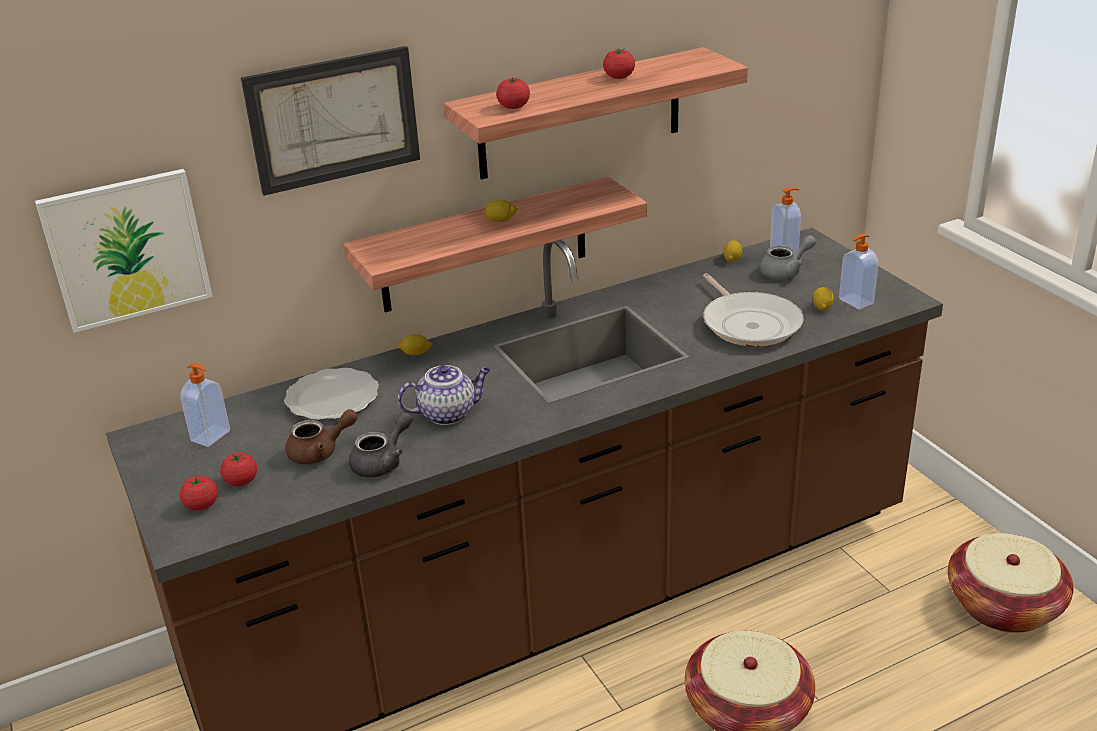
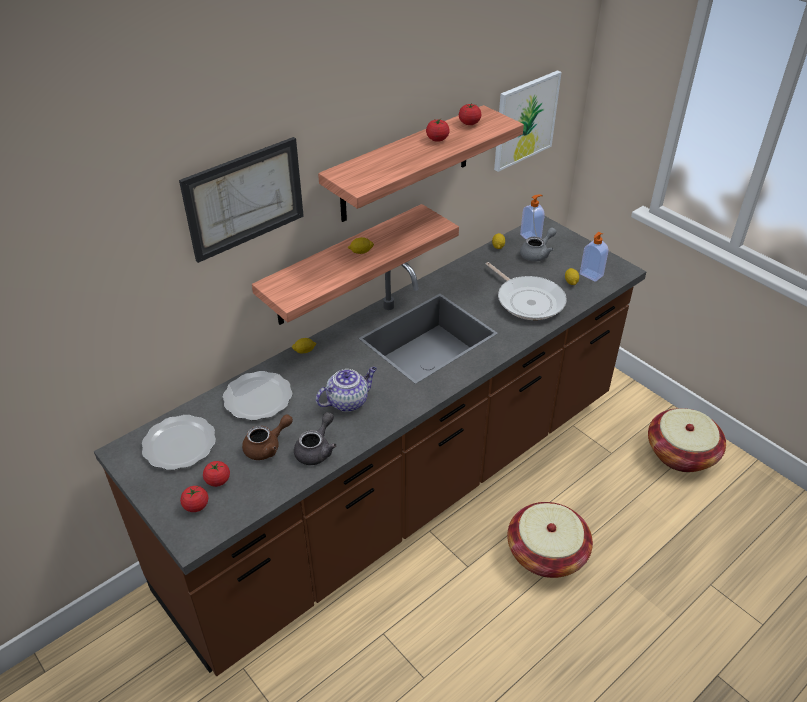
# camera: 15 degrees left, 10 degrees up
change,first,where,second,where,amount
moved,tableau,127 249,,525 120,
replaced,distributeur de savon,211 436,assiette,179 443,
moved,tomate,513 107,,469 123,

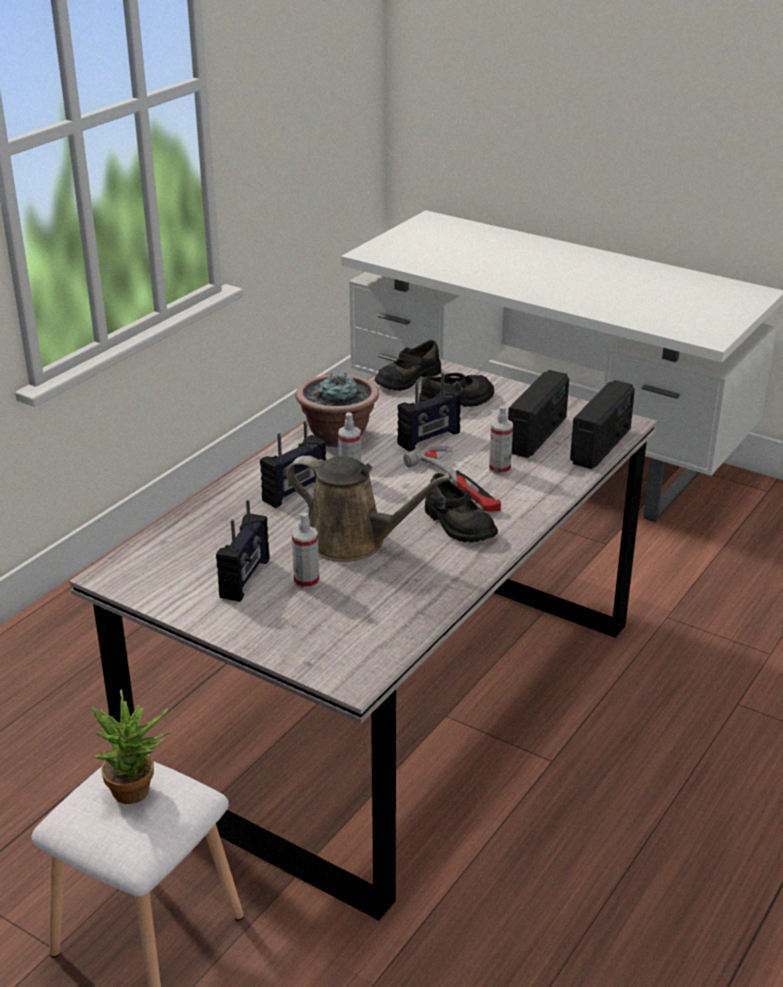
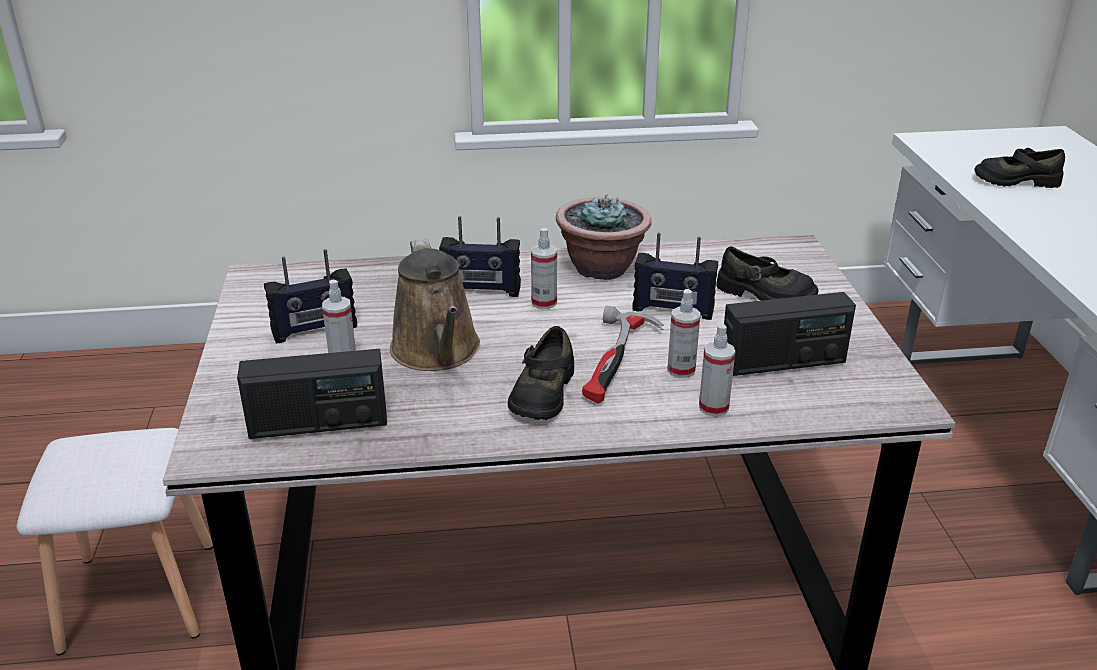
# camera: 50 degrees right, 0 degrees up
change,first,where,second,where,amount
removed,plante en pot,138 793,,,
moved,chaussure [noir],407 379,,1015 180,
moved,radio,601 446,,318 424,
added,,,vaporisateur,713 407,

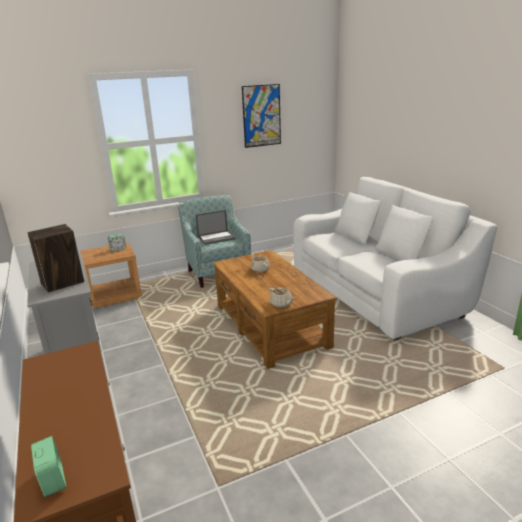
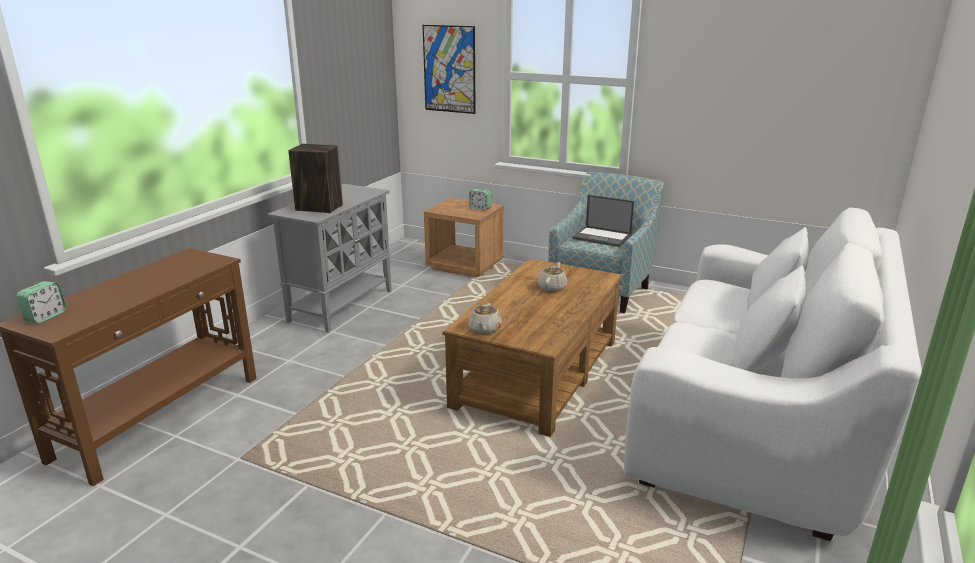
# camera: 50 degrees right, 0 degrees up
change,first,where,second,where,amount
moved,tableau,261 116,,449 69,

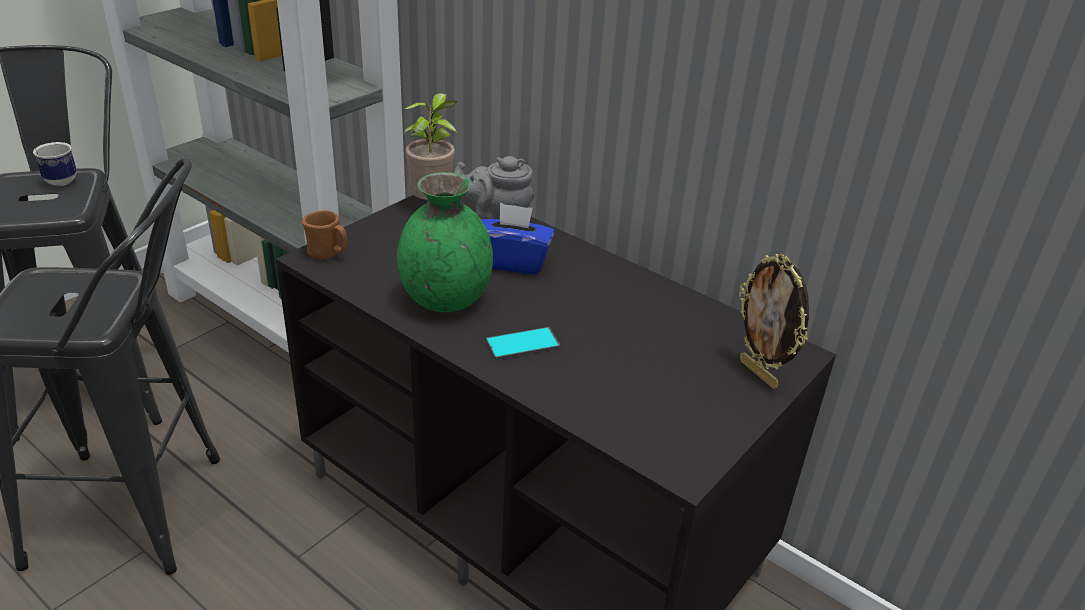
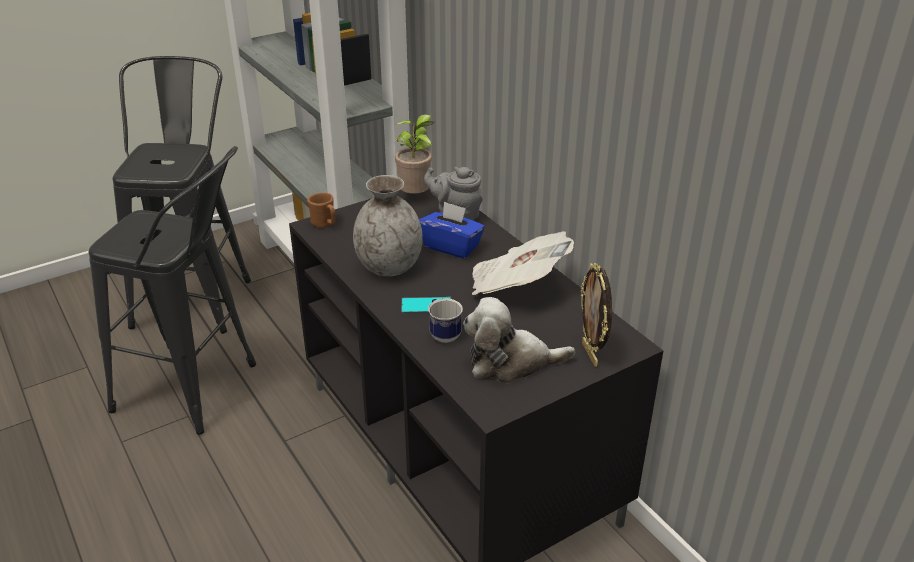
# camera: 20 degrees right, 0 degrees up
change,first,where,second,where,amount
moved,mug,59 179,,443 333,
recoloured,vase [vert],445 299,vase [gris],389 267,
added,,,peluche,511 362,
added,,,journal,516 285,

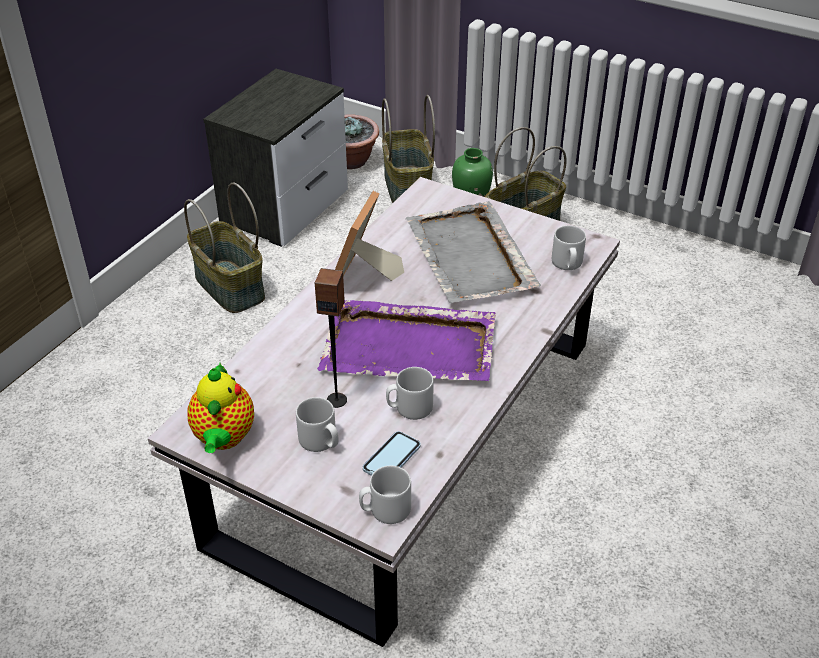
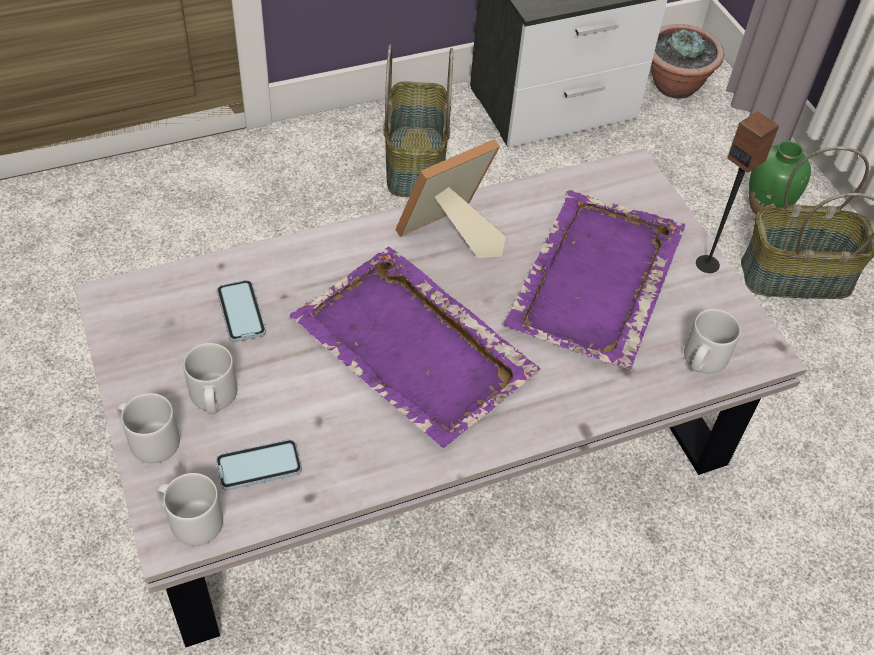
# camera: 35 degrees right, 10 degrees up
change,first,where,second,where,amount
removed,théière,223 439,,,
moved,enceinte,337 400,,708 264,
removed,panier,406 187,,,
moved,mug [gris],409 408,,149 440,
recoloured,plateau [gris],470 257,plateau [violet],594 282,
added,,,téléphone,241 312,

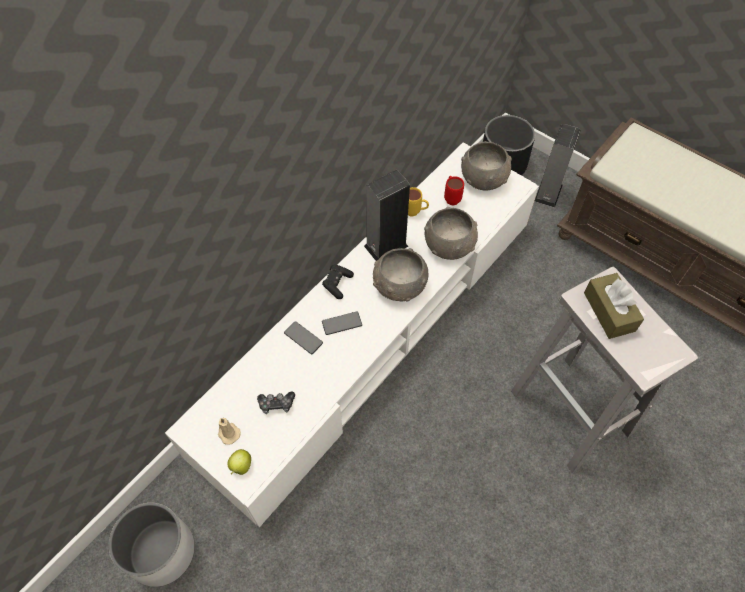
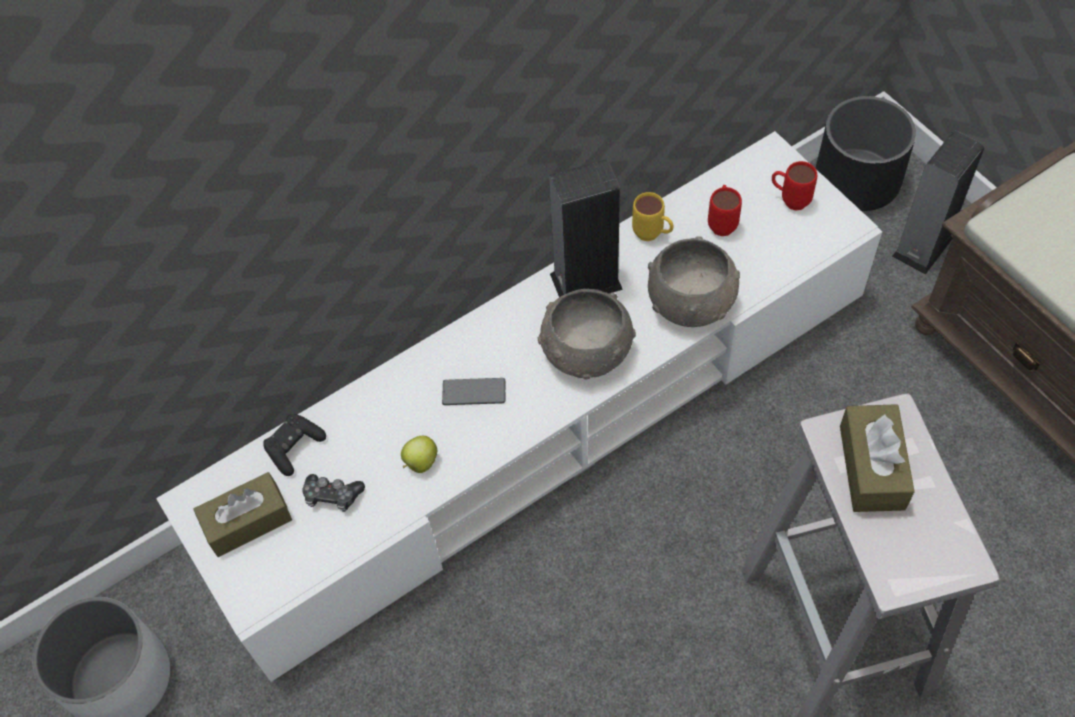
# camera: 20 degrees right, 0 degrees up
change,first,where,second,where,amount
replaced,bougie [beige],228 433,boîte à mouchoirs [marron],247 521,
moved,pomme,241 466,,420 463,
removed,téléphone,303 338,,,
moved,manette [noir],337 284,,294 448,
replaced,bol [gris],484 178,mug [rouge],789 200,

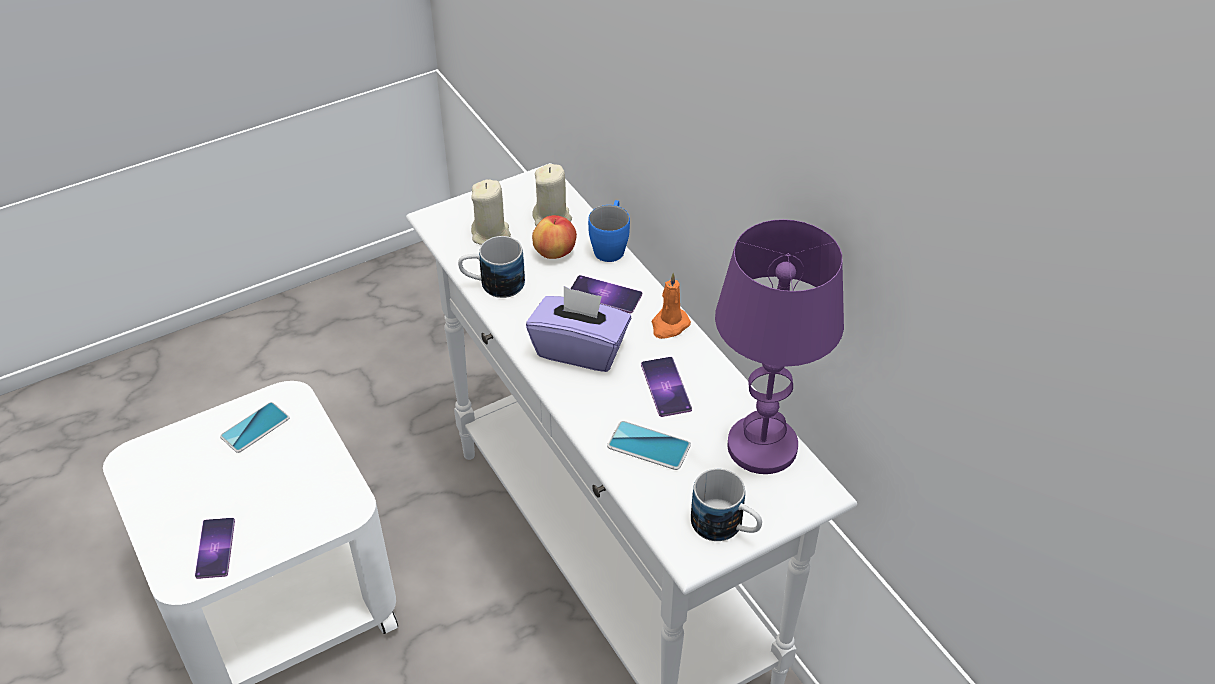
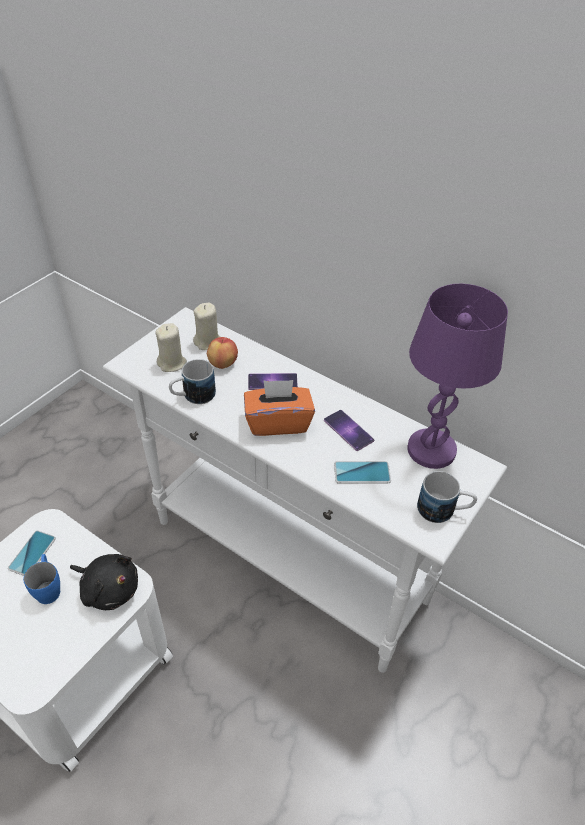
# camera: 25 degrees left, 0 degrees up
change,first,where,second,where,amount
removed,téléphone,215 548,,,
recoloured,boîte à mouchoirs [violet],580 349,boîte à mouchoirs [orange],278 422,
moved,mug [bleu],610 246,,48 588,
removed,bougie [orange],669 325,,,
added,,,peluche [noir],109 589,

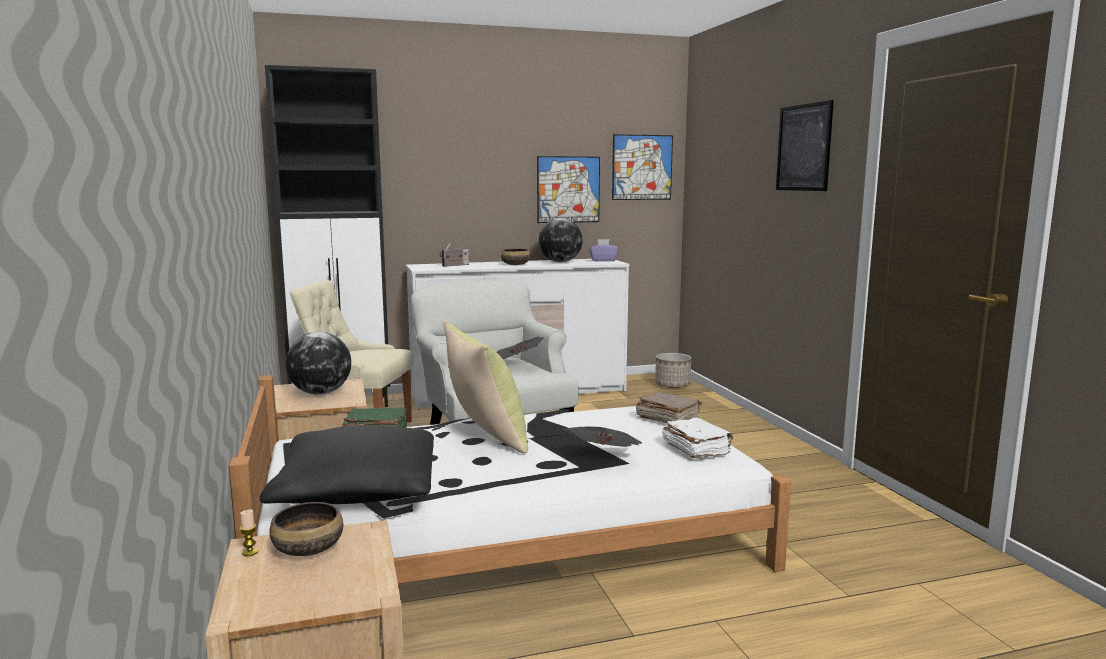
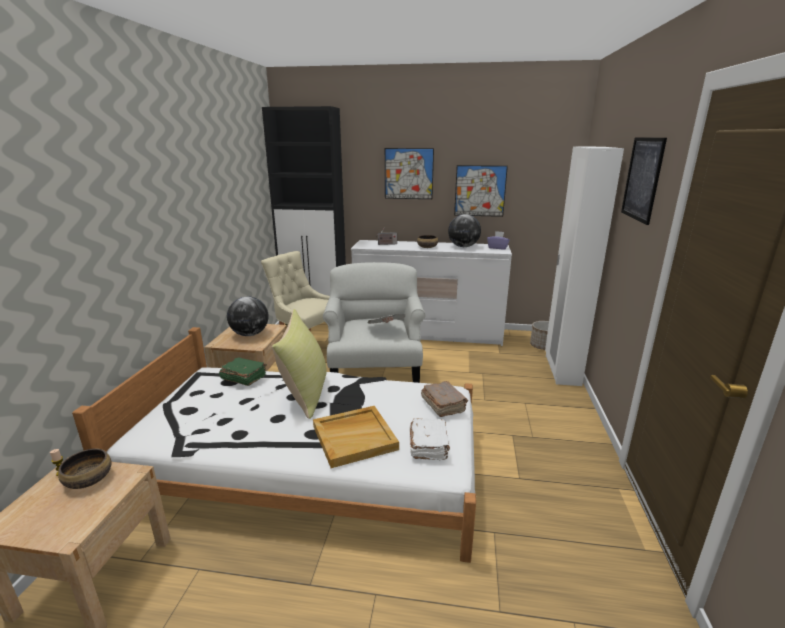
# camera: 25 degrees right, 10 degrees up
change,first,where,second,where,amount
removed,coussin [noir],357 491,,,
replaced,journal,604 458,plateau [beige],355 437,
moved,tableau,642 167,,408 173,
added,,,armoire [blanc],561 370,

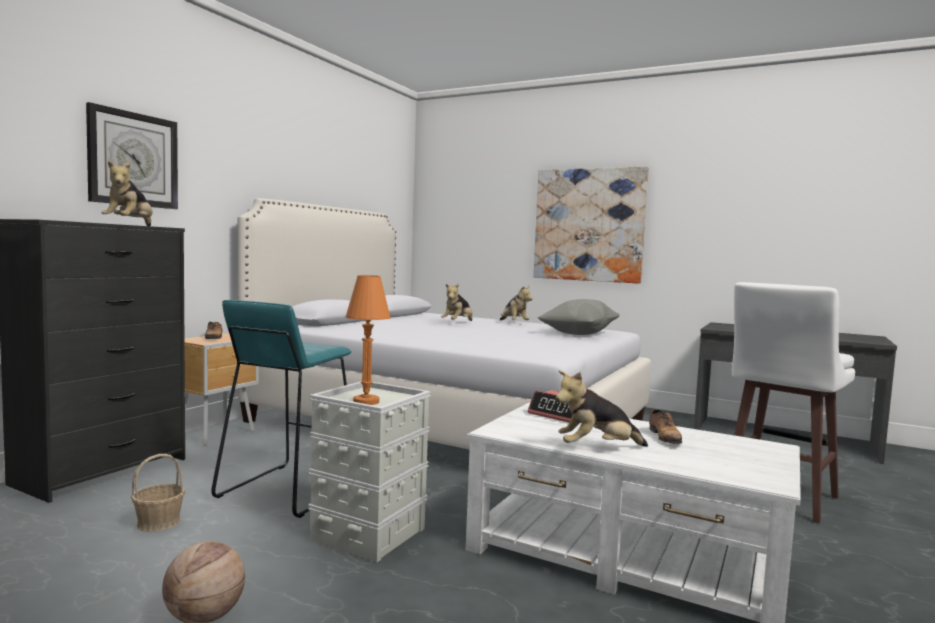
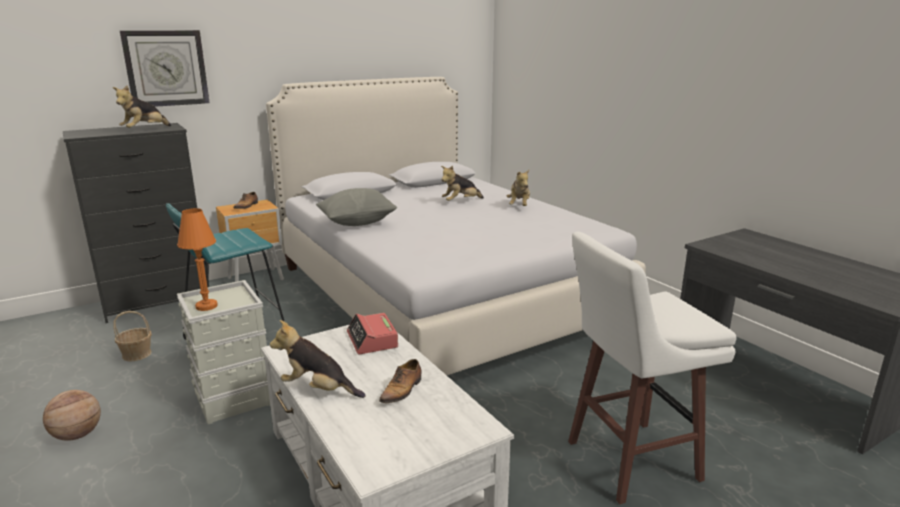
# camera: 30 degrees right, 15 degrees up
change,first,where,second,where,amount
removed,tableau,589 225,,,
moved,coussin [gris],578 334,,357 223,

